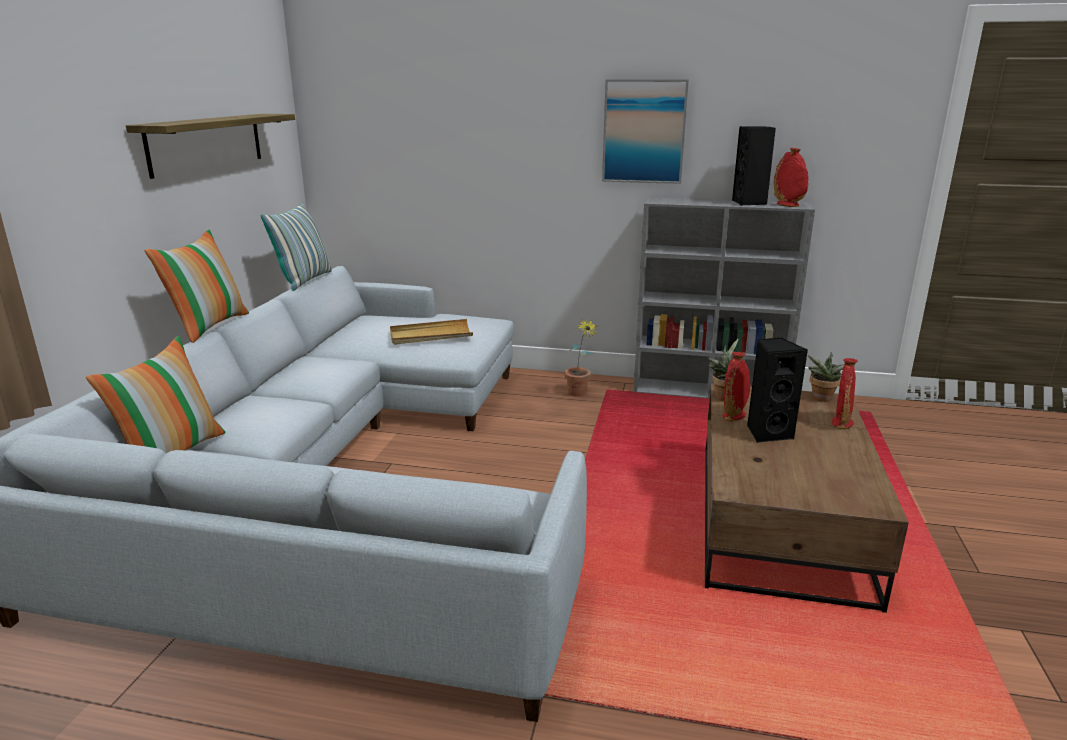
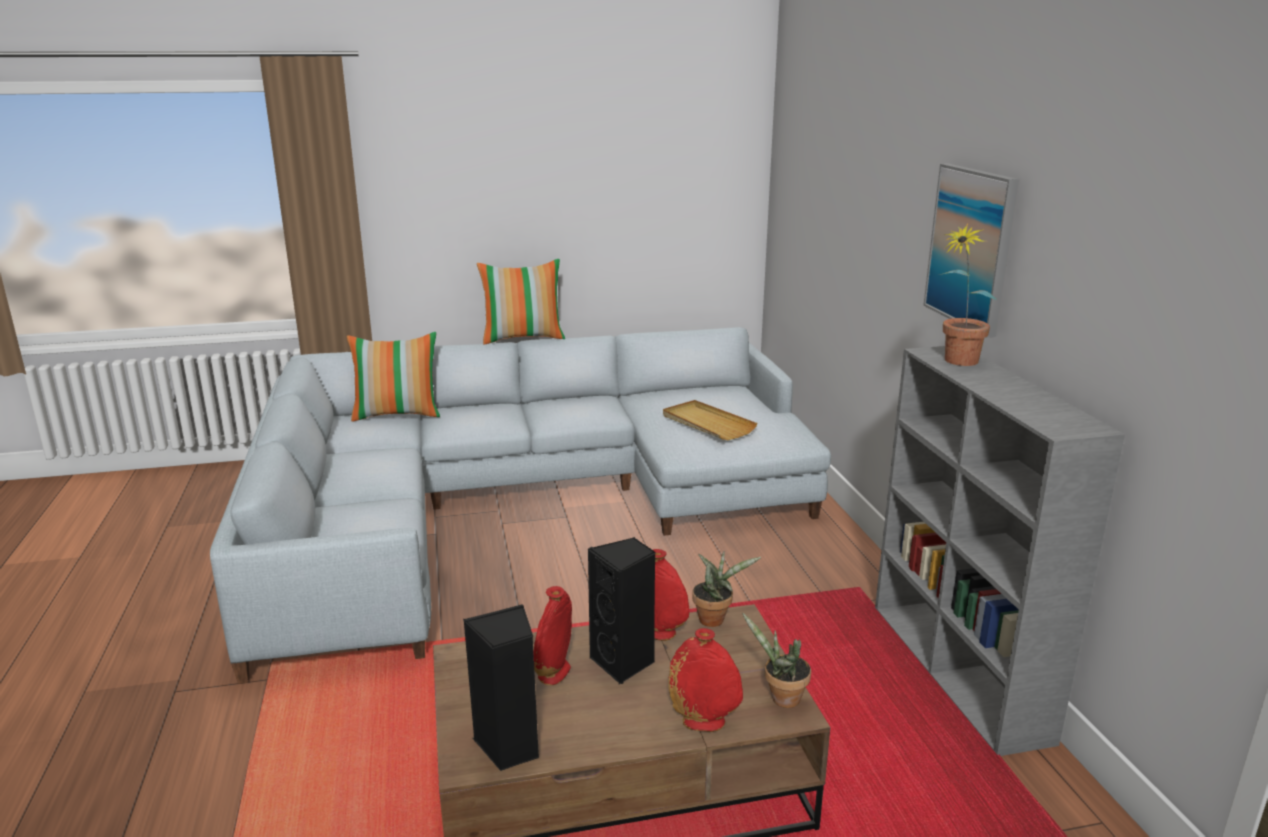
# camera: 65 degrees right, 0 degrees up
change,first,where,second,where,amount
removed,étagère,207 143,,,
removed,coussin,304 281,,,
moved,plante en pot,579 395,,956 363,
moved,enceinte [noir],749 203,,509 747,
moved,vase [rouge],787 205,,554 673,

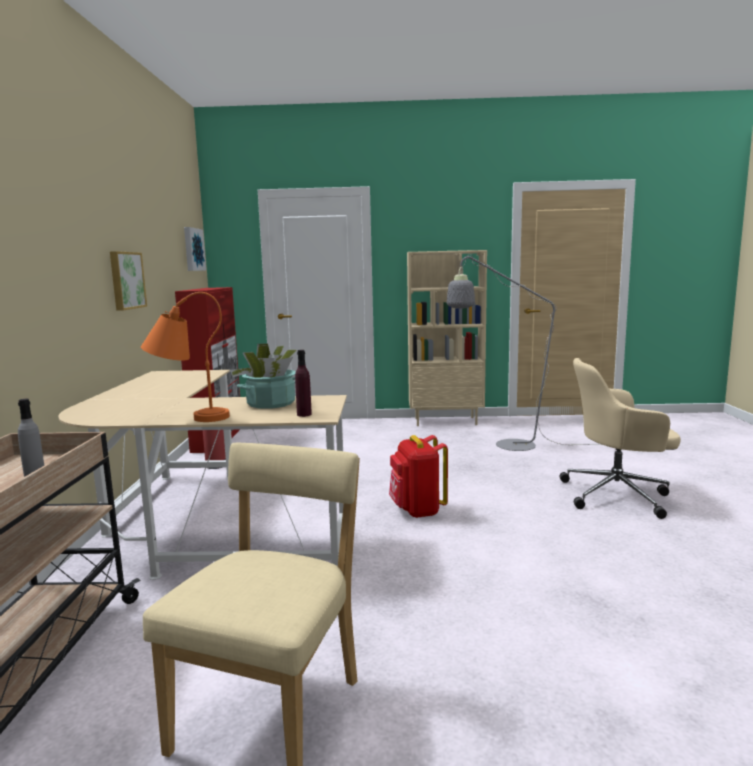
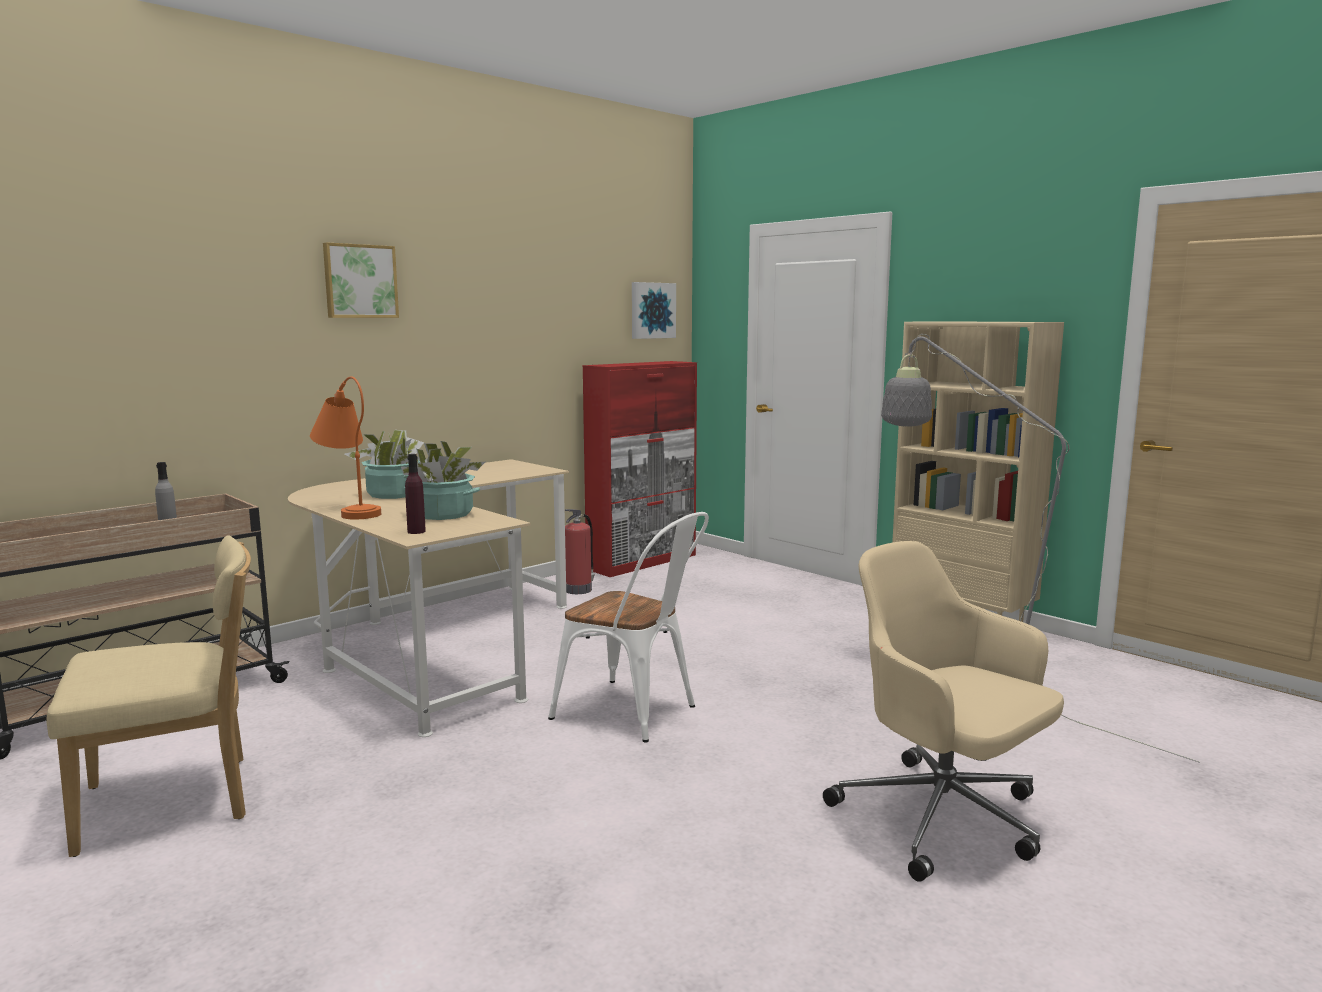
# camera: 45 degrees right, 0 degrees up
change,first,where,second,where,amount
moved,tableau,126 280,,360 281,
replaced,sac à dos [rouge],417 511,chaise [blanc],635 713,
added,,,plante en pot,394 494,

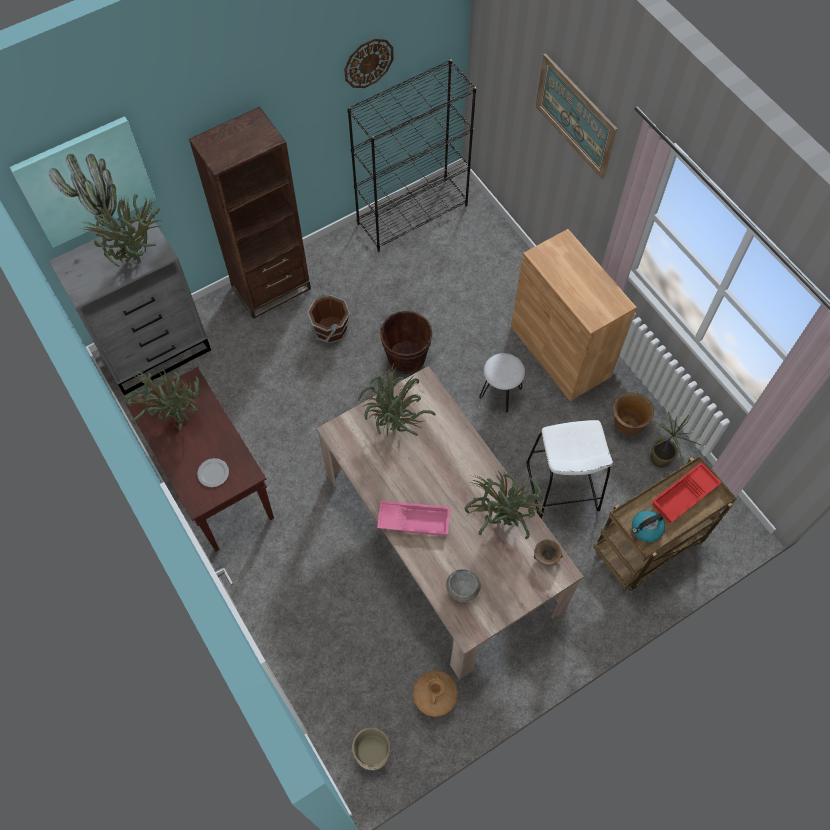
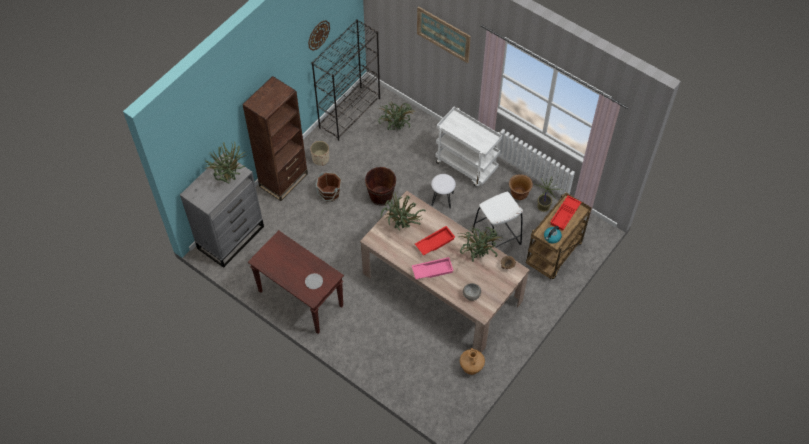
# camera: 20 degrees left, 5 degrees down
change,first,where,second,where,amount
removed,tableau,85 181,,,
moved,plante en pot,177 417,,396 128,
moved,cache-pot [beige],373 752,,321 159,
replaced,meuble de rangement [marron],560 351,chariot [blanc],467 166,
added,,,plateau [rouge],434 242,

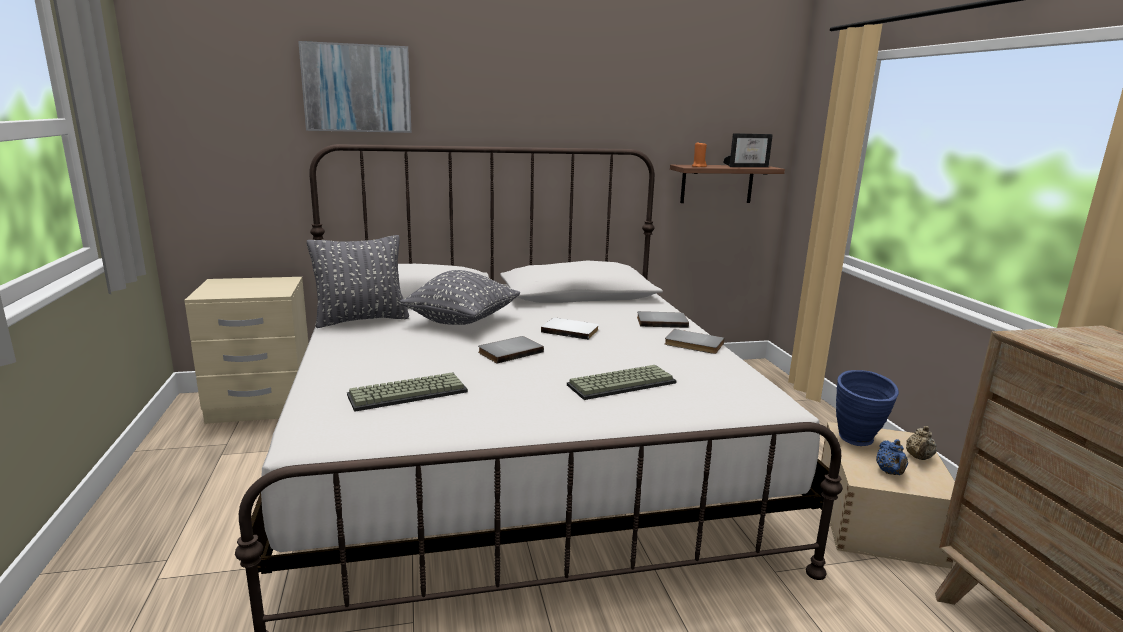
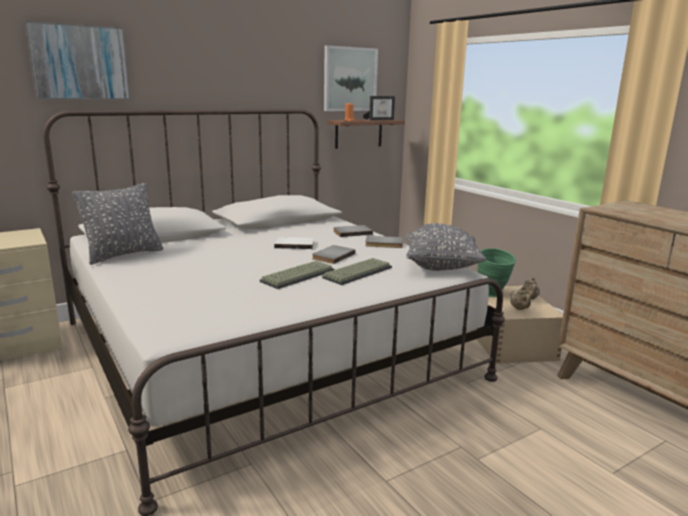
# camera: 20 degrees left, 0 degrees up
change,first,where,second,where,amount
moved,clavier,408 392,,298 275,
moved,coussin [gris],462 321,,441 267,
moved,livre [gris],509 351,,332 256,
recoloured,vase [bleu],857 442,vase [vert],492 295,
recoloured,théière [bleu],890 473,théière [beige],519 309,
added,,,tableau,350 79,

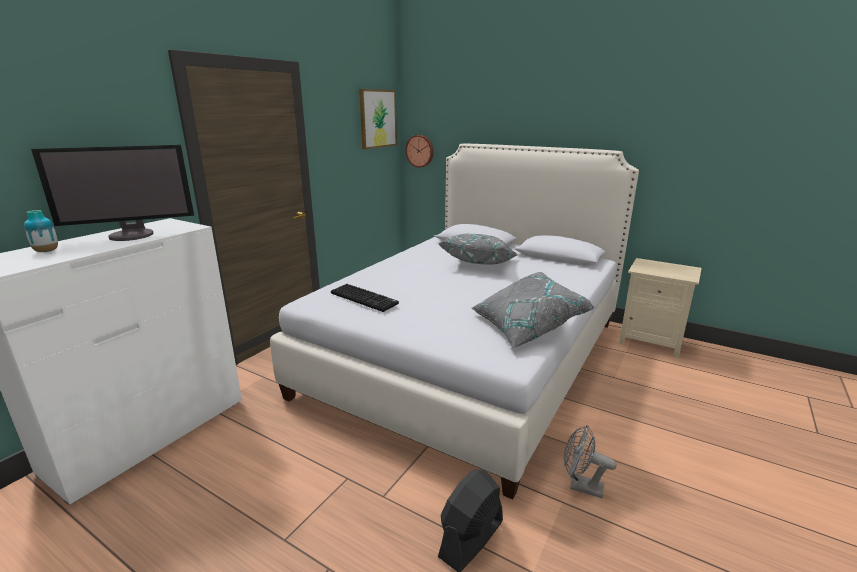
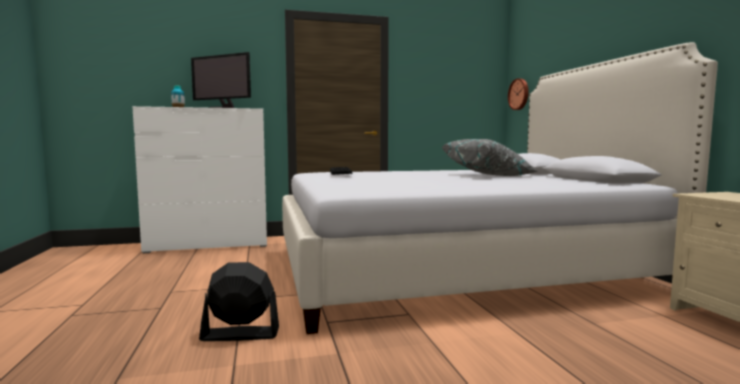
# camera: 45 degrees right, 15 degrees down
change,first,where,second,where,amount
removed,tableau,377 118,,,
removed,coussin [gris],525 327,,,
removed,ventilateur [gris],580 486,,,

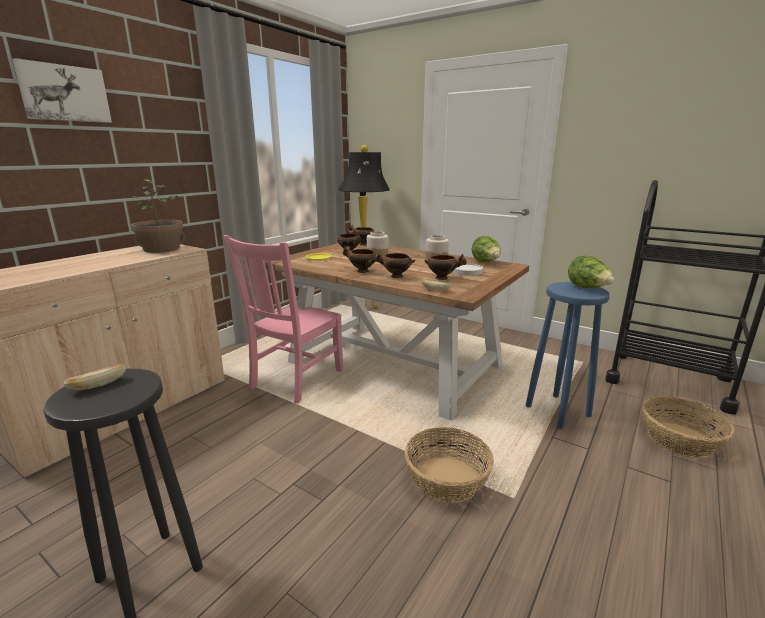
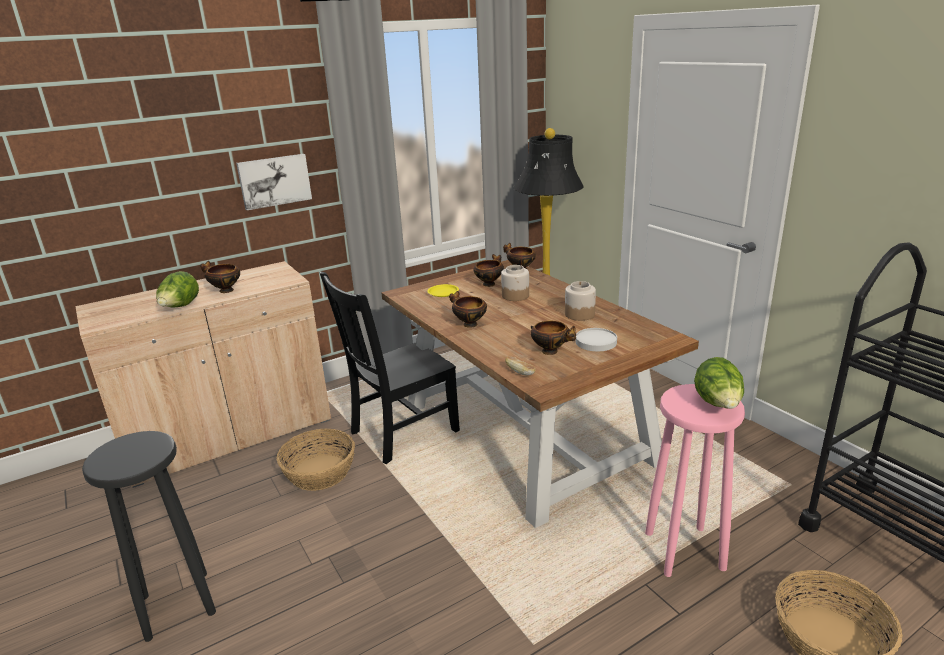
# camera: 25 degrees right, 5 degrees up
change,first,where,second,where,amount
moved,tableau,64 93,,274 181,
removed,pain,98 385,,,
removed,plante en pot,161 249,,,
recoloured,chaise [rose],295 380,chaise [noir],401 433,
moved,bol,395 276,,225 290,
moved,panier,446 479,,319 472,
moved,laitue,486 262,,180 307,
recoloured,tabouret [bleu],558 411,tabouret [rose],684 551,

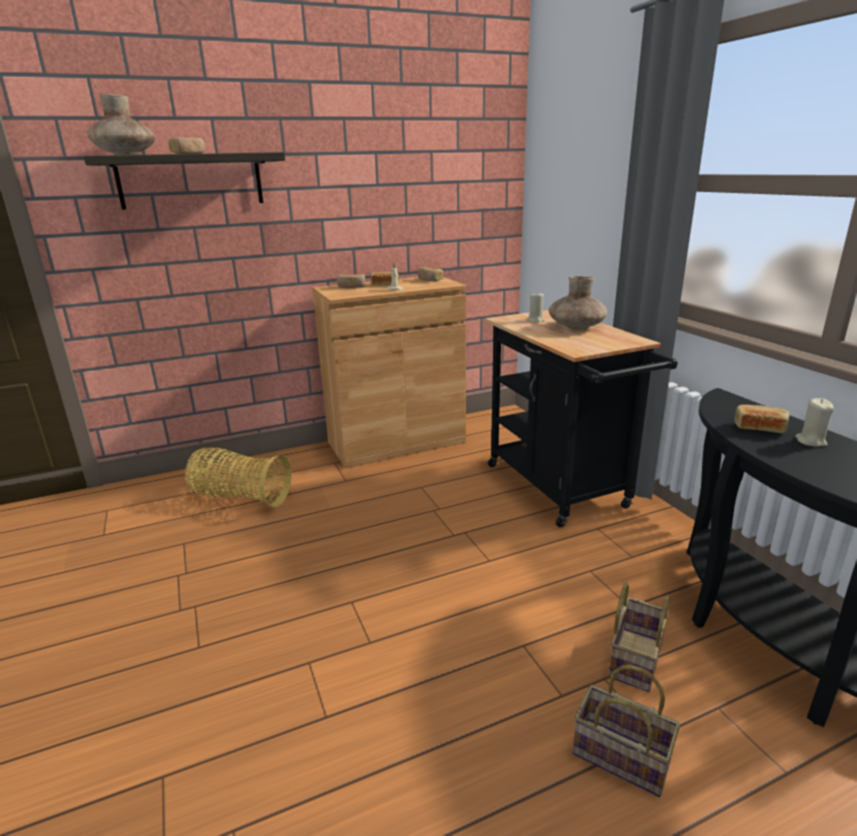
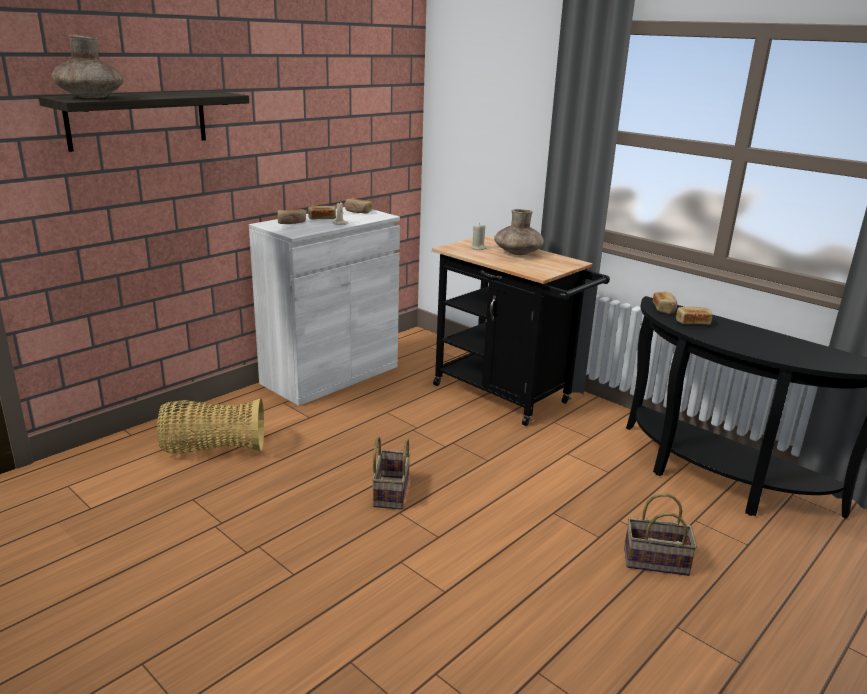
# camera: 25 degrees left, 0 degrees up
change,first,where,second,where,amount
moved,pain,189 154,,664 309,
recoloured,meuble de rangement [marron],396 442,meuble de rangement [blanc],330 375,
moved,panier,634 657,,390 492,
removed,bougie [beige],810 441,,,

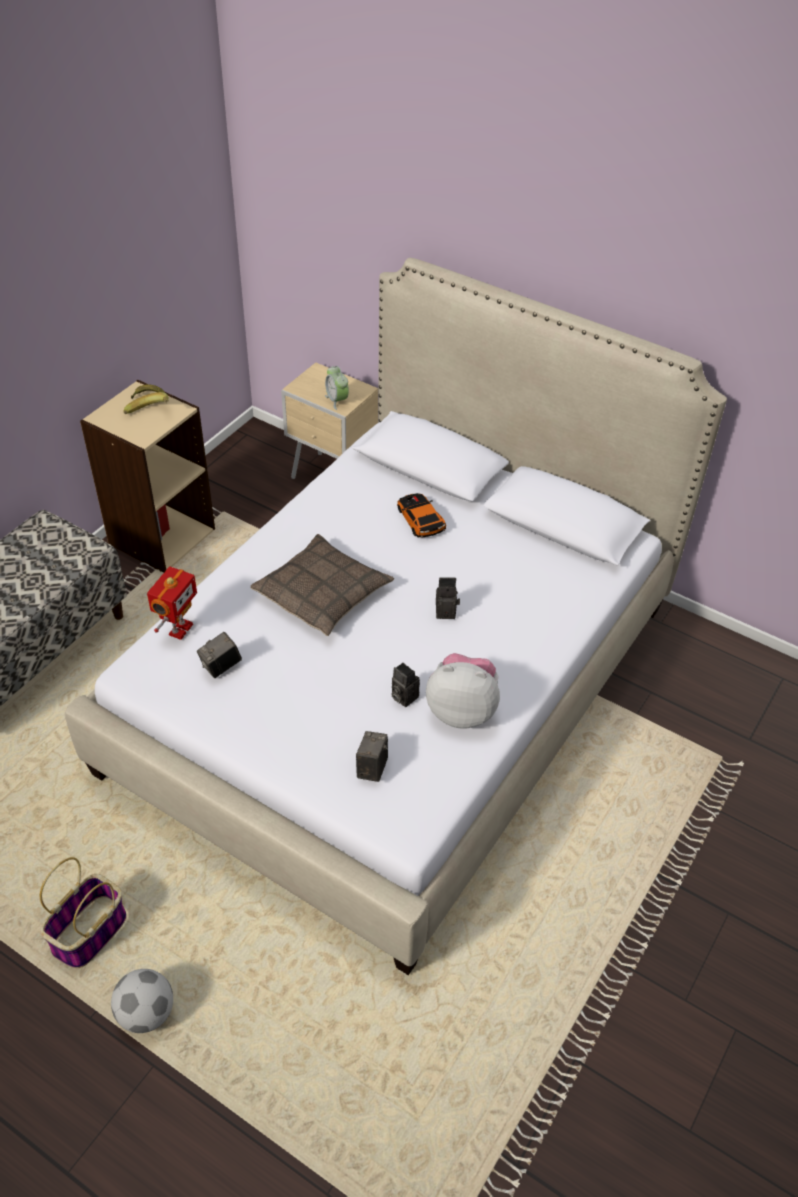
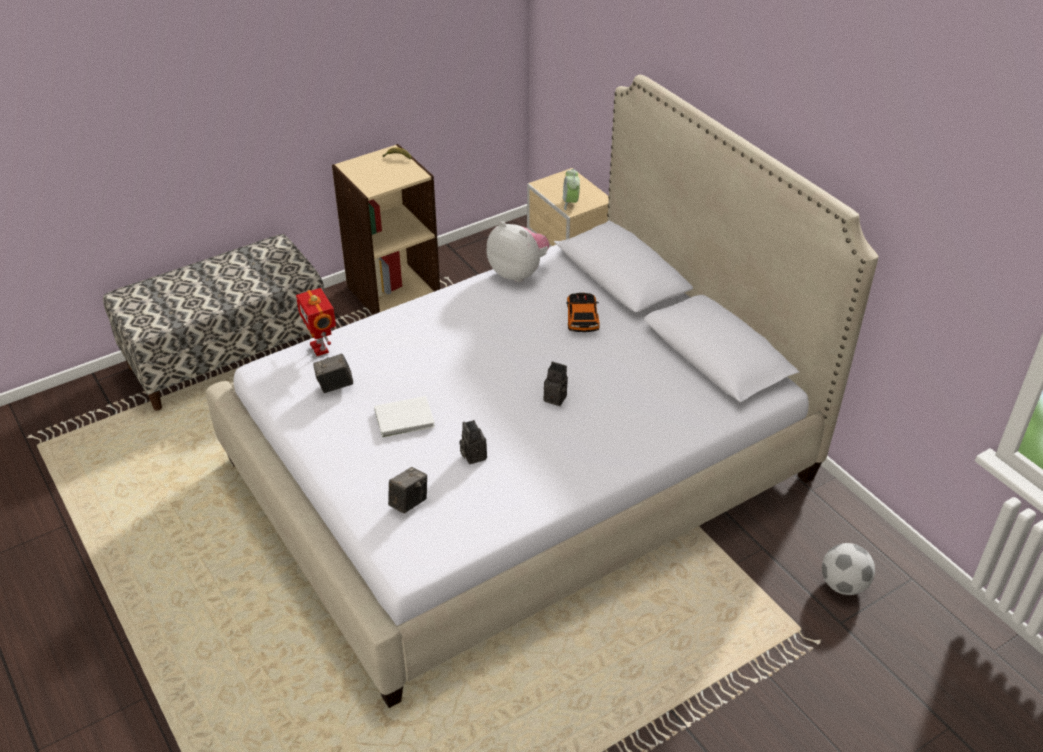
# camera: 25 degrees right, 5 degrees down
change,first,where,second,where,amount
removed,panier,89 934,,,
moved,ballon de foot,146 1013,,843 585,
removed,banane,150 414,,,
turned,robot jouet,179 629,,321 348,105 degrees clockwise
removed,coussin,323 593,,,
moved,peluche,462 710,,518 272,
added,,,livre [blanc],406 419,

